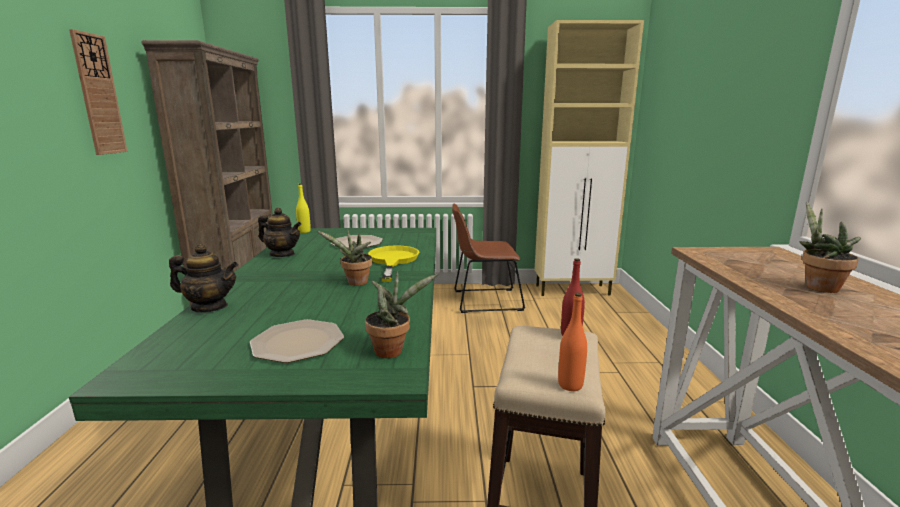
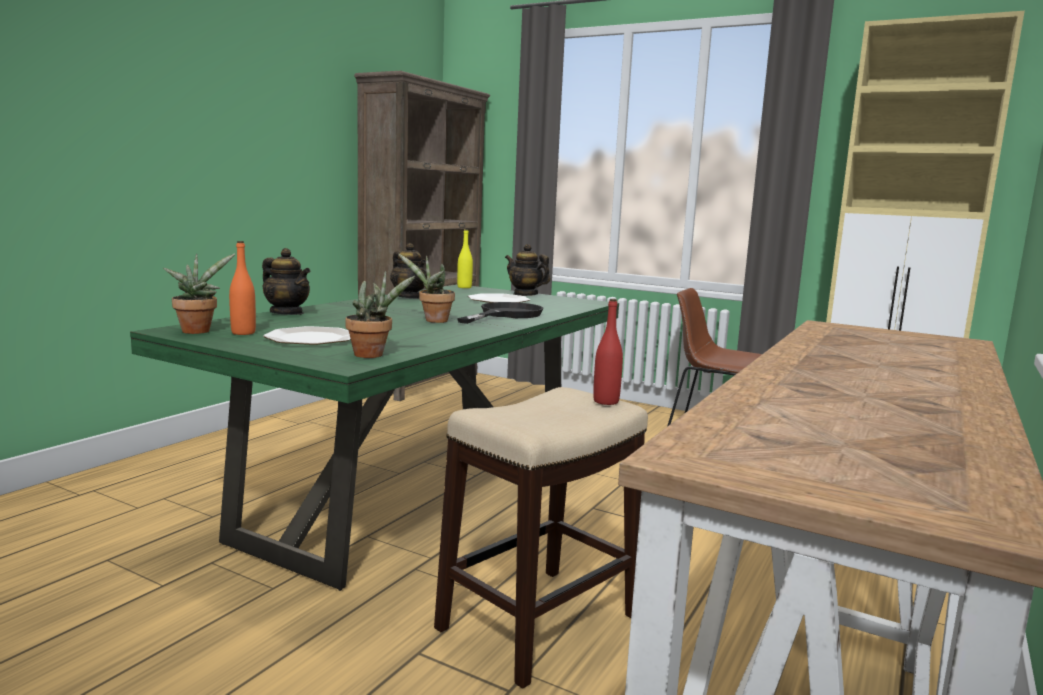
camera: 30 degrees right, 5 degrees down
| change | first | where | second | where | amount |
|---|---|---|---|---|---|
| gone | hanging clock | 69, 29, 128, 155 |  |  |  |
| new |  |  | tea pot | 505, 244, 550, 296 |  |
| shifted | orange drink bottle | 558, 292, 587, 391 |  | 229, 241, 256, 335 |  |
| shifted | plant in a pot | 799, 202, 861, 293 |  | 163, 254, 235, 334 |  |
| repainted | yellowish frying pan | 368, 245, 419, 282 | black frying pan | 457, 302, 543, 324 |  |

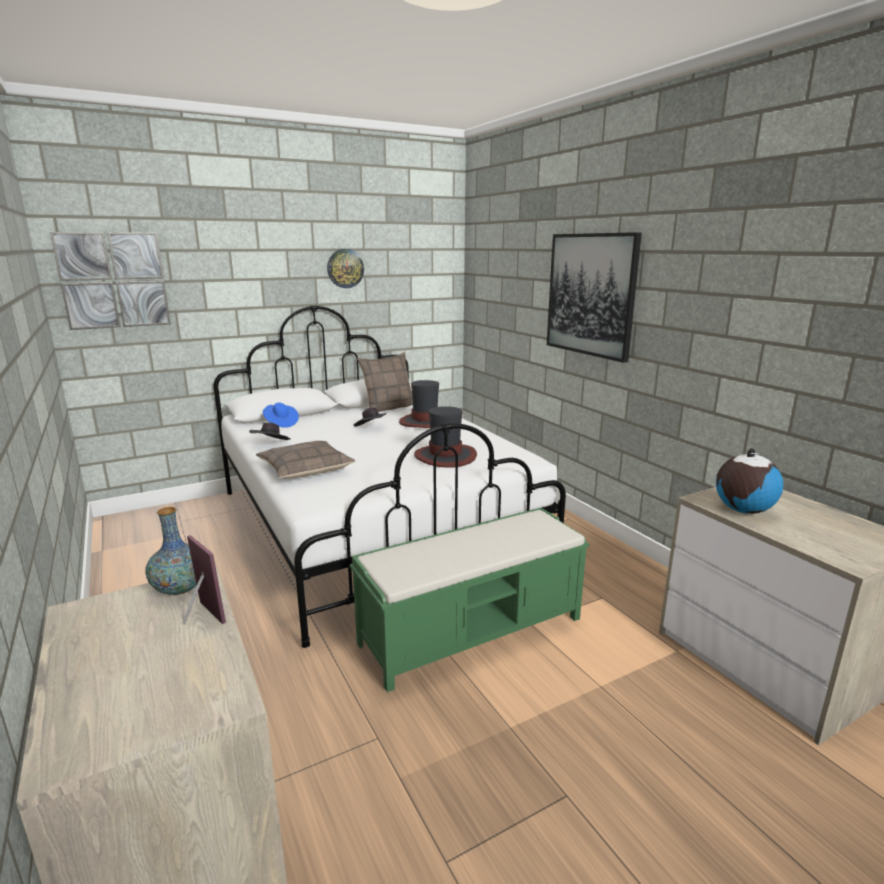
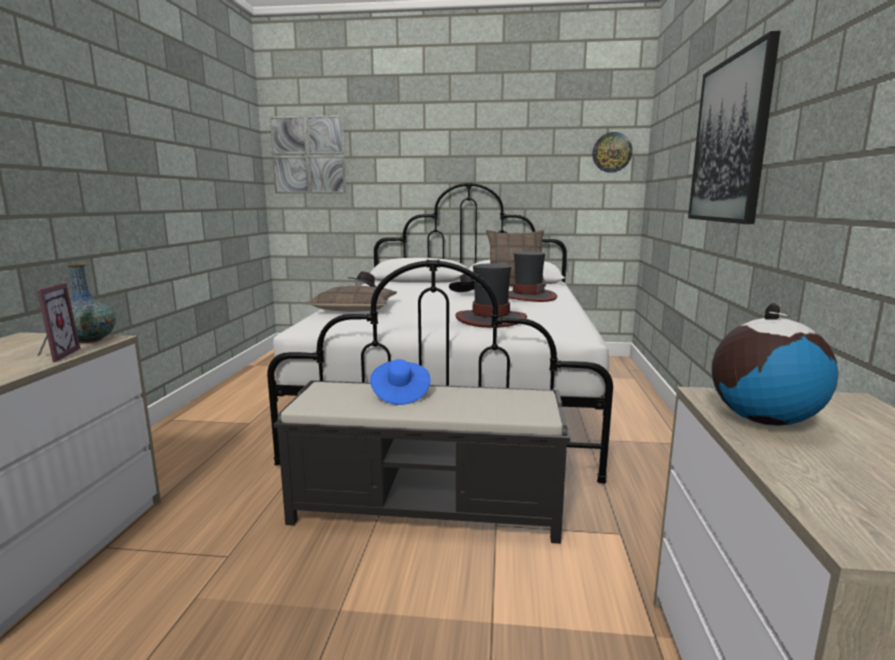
camera: 35 degrees right, 5 degrees down
| change | first | where | second | where | amount |
|---|---|---|---|---|---|
| shifted | blue clothing hat | 263, 403, 299, 428 |  | 370, 359, 430, 405 |  |
| shifted | hanging clock | 327, 249, 364, 288 |  | 592, 132, 632, 173 |  |
| repainted | green-coloured long seat | 350, 508, 590, 692 | black long seat | 273, 380, 570, 544 |  |

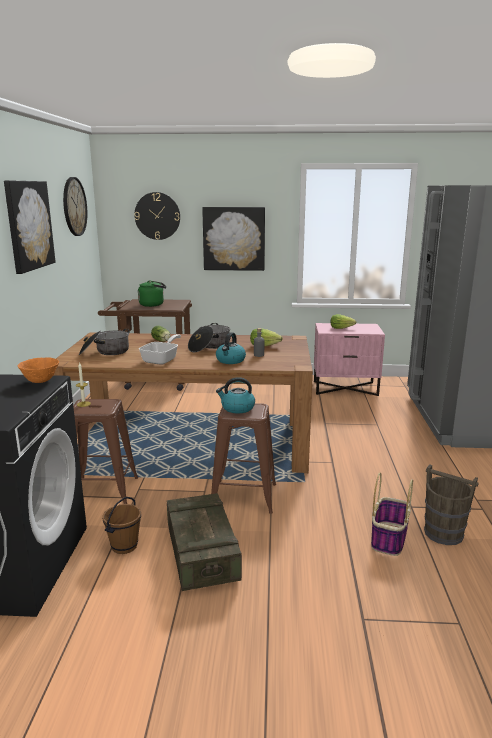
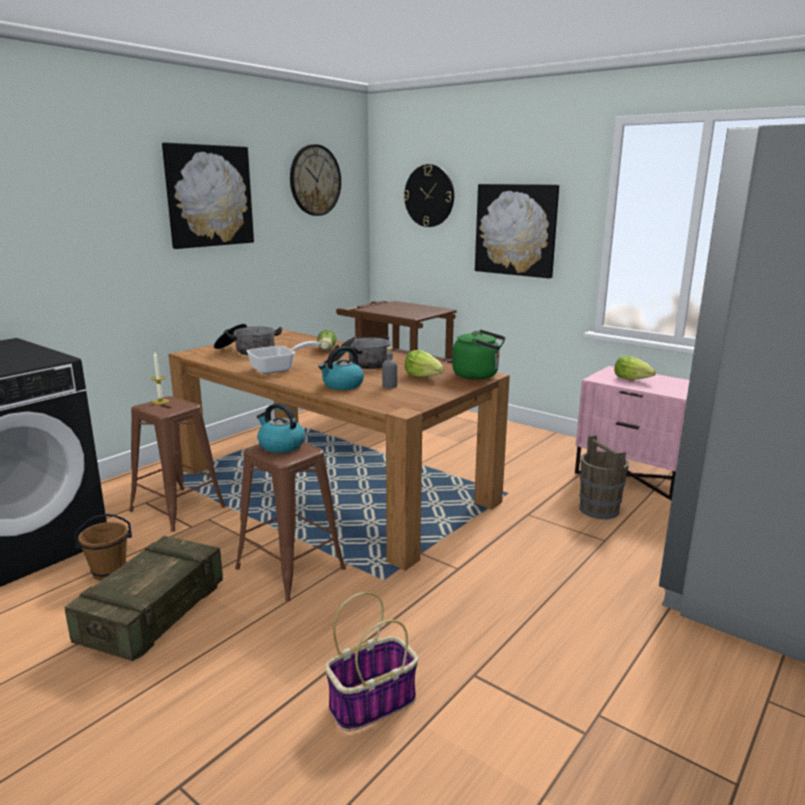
camera: 35 degrees right, 0 degrees up
| change | first | where | second | where | amount |
|---|---|---|---|---|---|
| gone | orange deep dish | 17, 358, 59, 383 |  |  |  |
| shifted | green-coloured water kettle | 138, 280, 166, 307 |  | 452, 330, 505, 379 |  |
| shifted | brown pail | 424, 464, 479, 545 |  | 579, 435, 629, 519 |  |

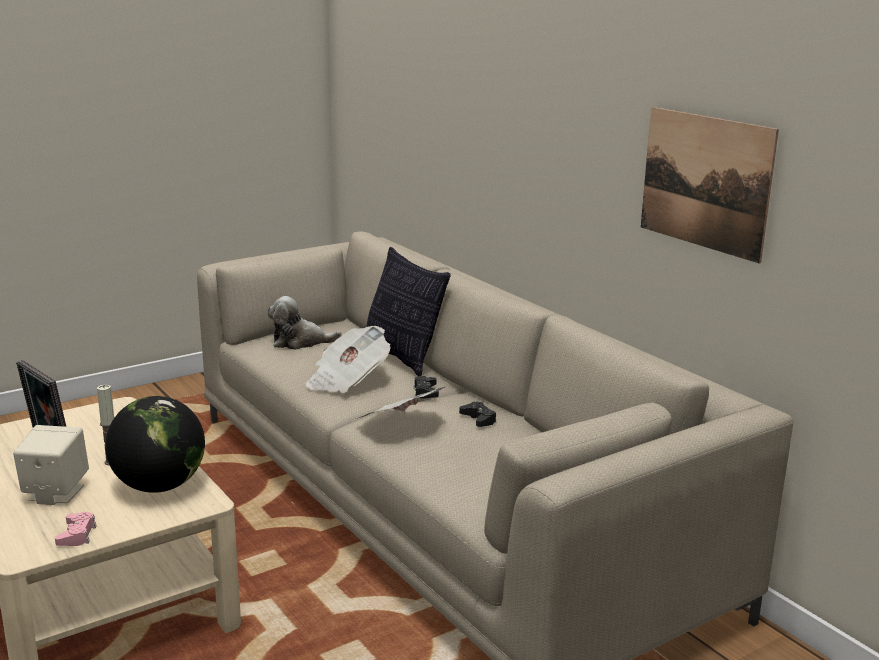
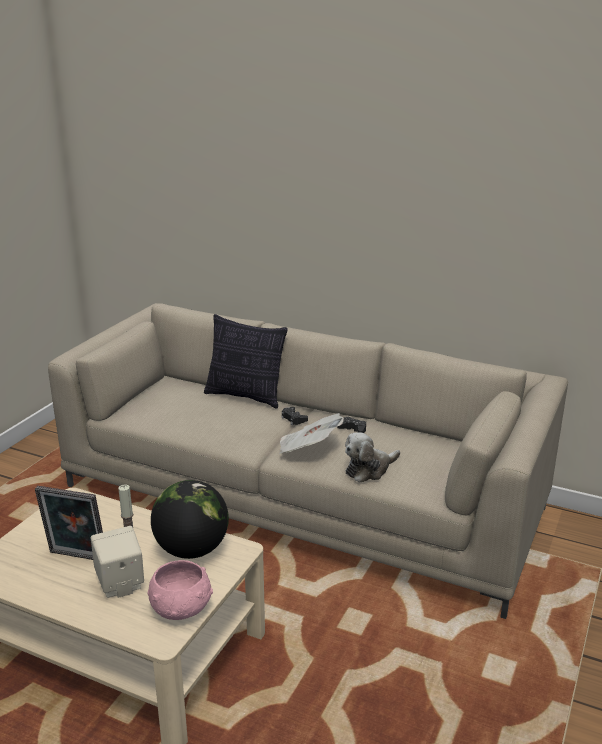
camera: 30 degrees left, 5 degrees up
| change | first | where | second | where | amount |
|---|---|---|---|---|---|
| gone | daily paper | 305, 326, 390, 393 |  |  |  |
| gone | wall art | 641, 107, 779, 264 |  |  |  |
| shifted | plush toy | 268, 296, 342, 350 |  | 345, 432, 400, 483 |  |
| swapped | pink joypad | 55, 512, 96, 546 | pink deep dish | 148, 560, 213, 620 |  |

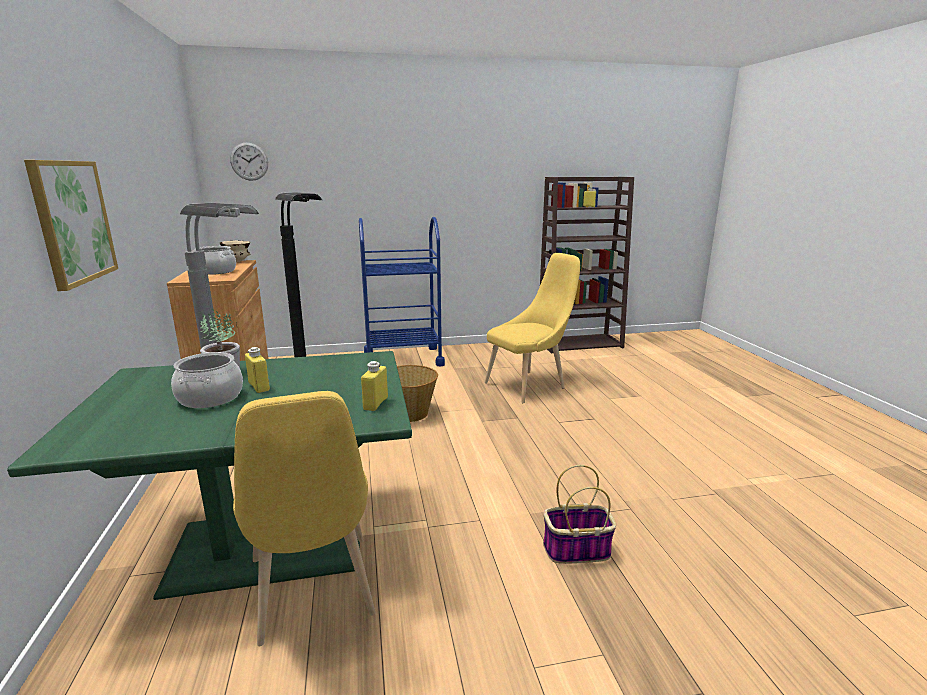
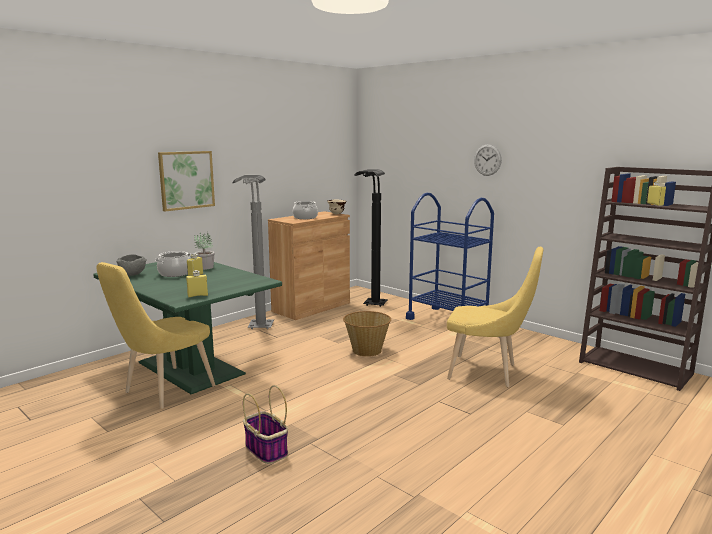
camera: 55 degrees right, 5 degrees down
| change | first | where | second | where | amount |
|---|---|---|---|---|---|
| new |  |  | grey deep dish | 116, 254, 147, 276 |  |
| shifted | hanging clock | 230, 142, 268, 181 |  | 474, 144, 502, 176 |  |

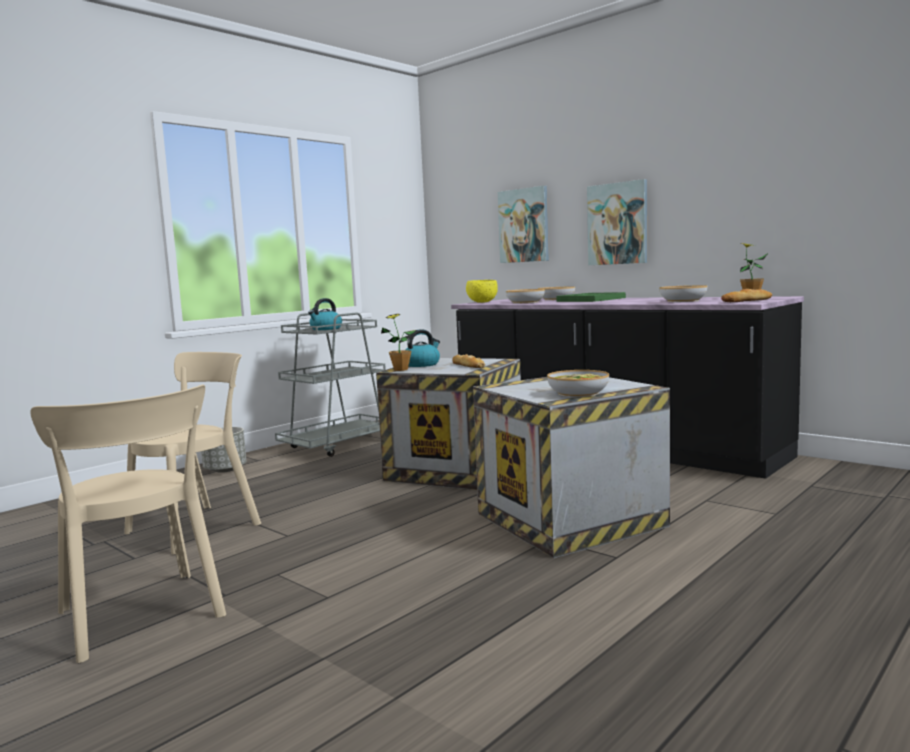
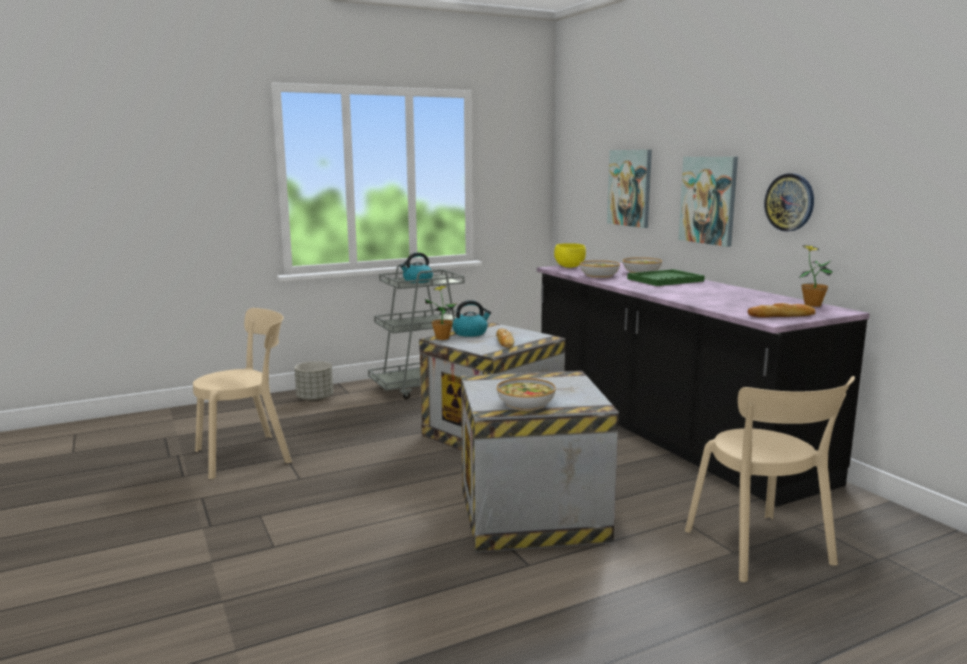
camera: 20 degrees right, 5 degrees up
| change | first | where | second | where | amount |
|---|---|---|---|---|---|
| gone | deep dish | 660, 285, 707, 302 |  |  |  |
| new |  |  | hanging clock | 764, 173, 814, 232 |  |
| shifted | beige plain chair | 30, 385, 226, 663 |  | 685, 376, 855, 582 |  |

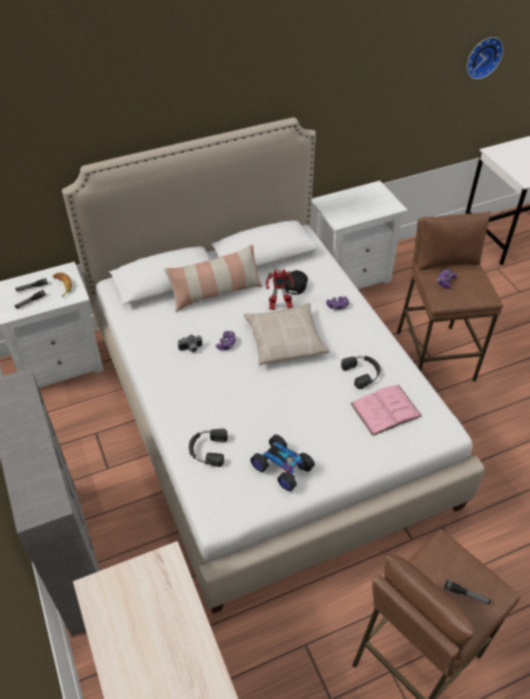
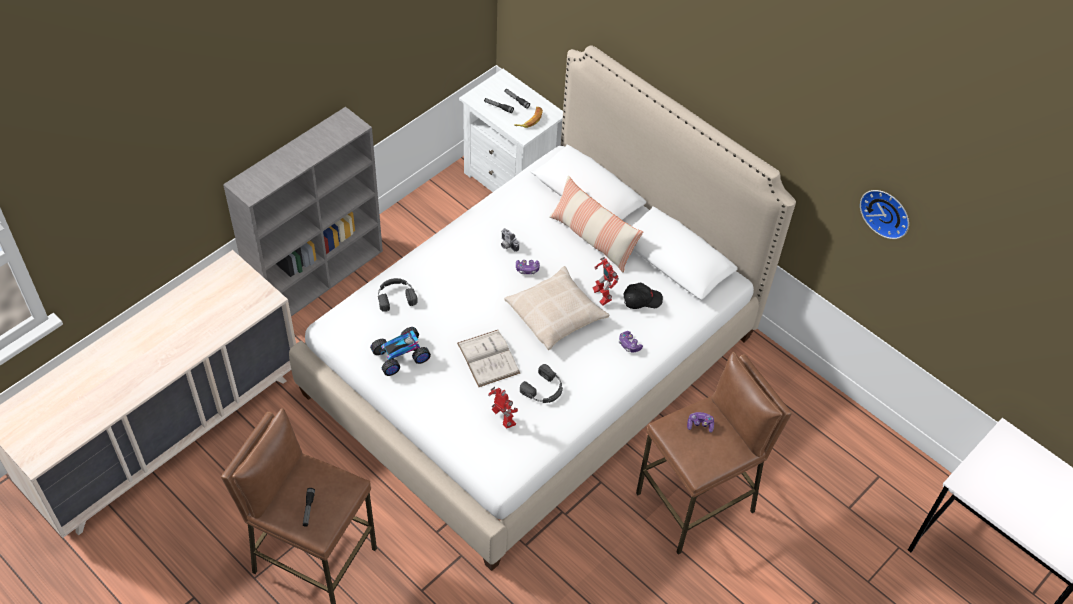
camera: 65 degrees right, 5 degrees up
| change | first | where | second | where | amount |
|---|---|---|---|---|---|
| gone | white-coloured nightstand | 312, 181, 407, 289 |  |  |  |
| new |  |  | white-coloured book | 457, 330, 520, 387 |  |
| shifted | hanging clock | 467, 37, 503, 79 |  | 860, 190, 909, 239 |  |
| swapped | pink book | 351, 385, 422, 436 | robot figure | 488, 387, 518, 429 |  |
| rotated | model car | 250, 435, 315, 491 |  | 370, 327, 431, 376 | 135 degrees counterclockwise |

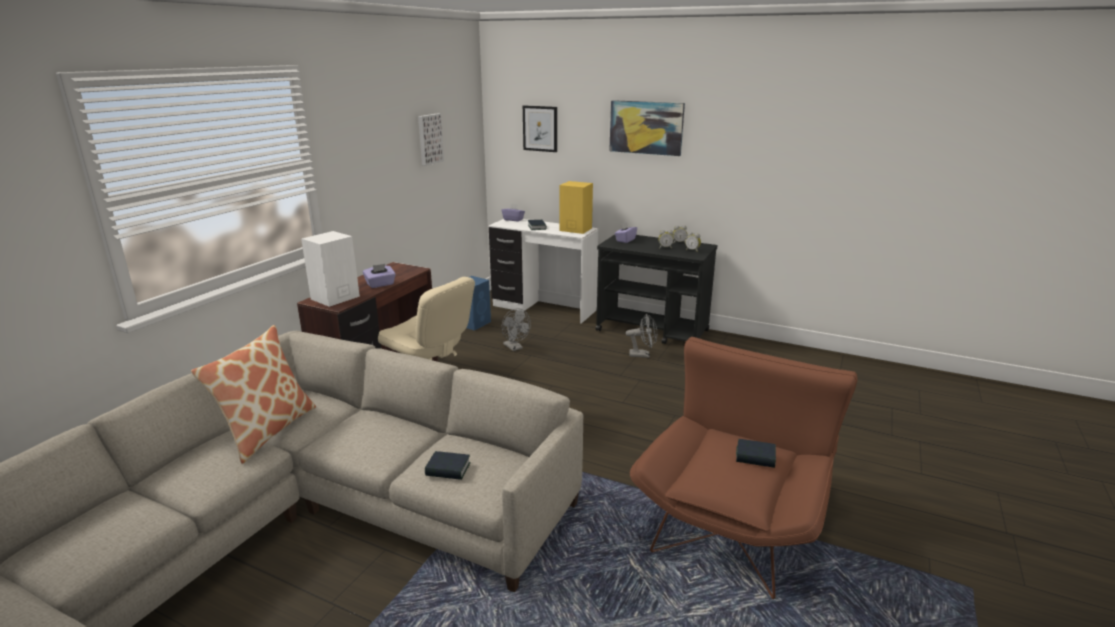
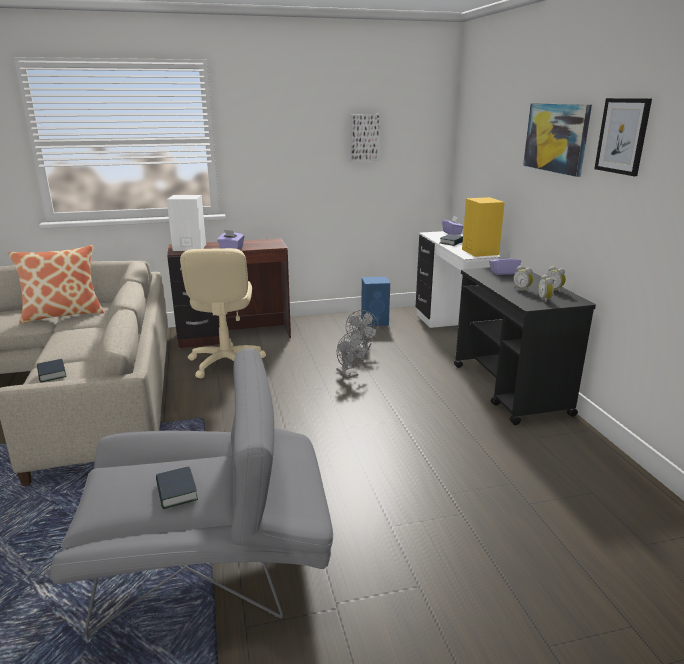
camera: 50 degrees right, 0 degrees up
| change | first | where | second | where | amount |
|---|---|---|---|---|---|
| shifted | wall art | 523, 105, 557, 152 |  | 594, 98, 652, 176 |  |
| shifted | grey electric fan | 626, 314, 657, 358 |  | 337, 331, 368, 379 |  |
| repainted | brown easy chair | 630, 337, 857, 599 | grey easy chair | 50, 348, 333, 636 |  |

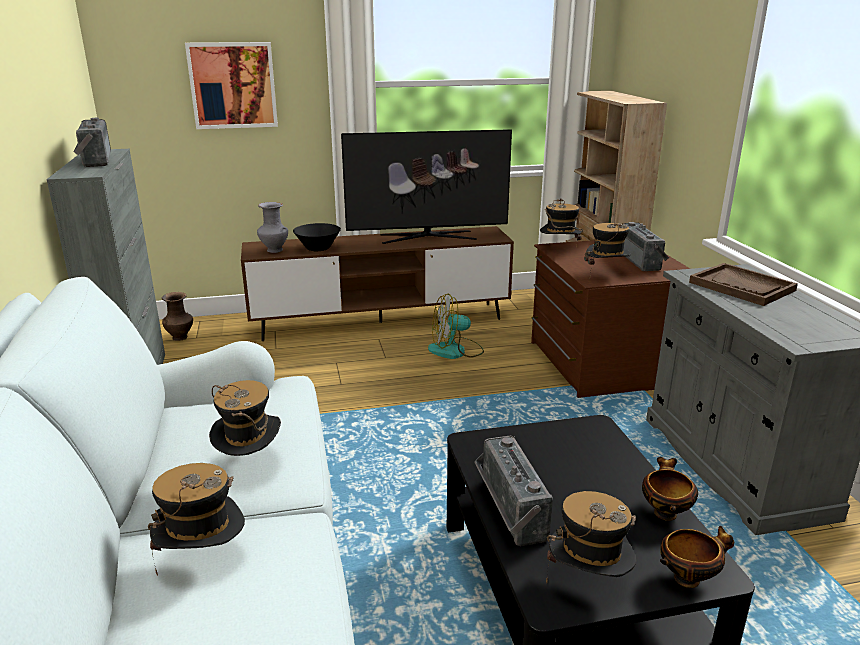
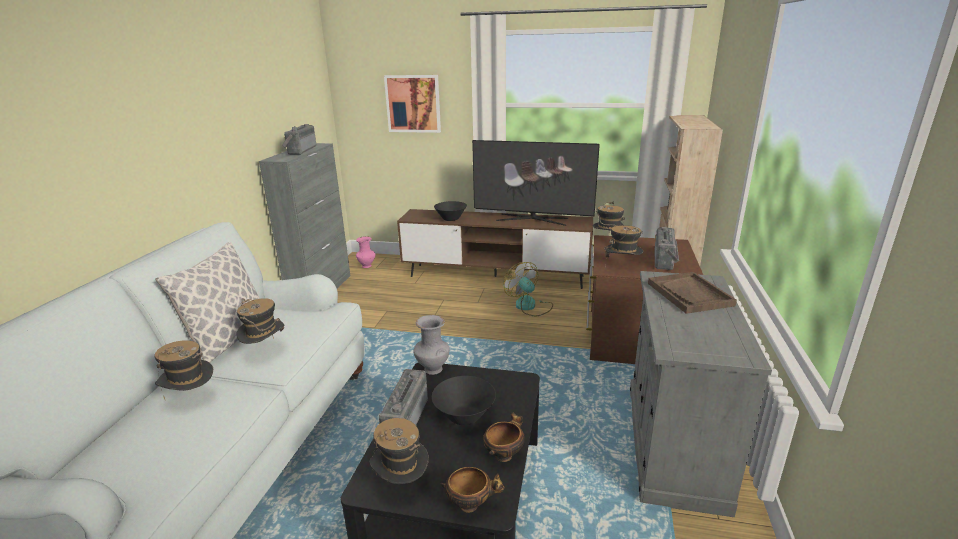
camera: 25 degrees right, 0 degrees up
| change | first | where | second | where | amount |
|---|---|---|---|---|---|
| new |  |  | pillow | 155, 242, 260, 363 |  |
| new |  |  | black deep dish | 432, 376, 496, 425 |  |
| shifted | grey vase | 257, 202, 288, 253 |  | 413, 315, 450, 375 |  |
| repainted | brown vase | 162, 292, 193, 341 | pink vase | 356, 236, 375, 268 |  |
| rotated | electric fan | 428, 293, 484, 359 |  | 503, 262, 553, 316 | 45 degrees clockwise |

